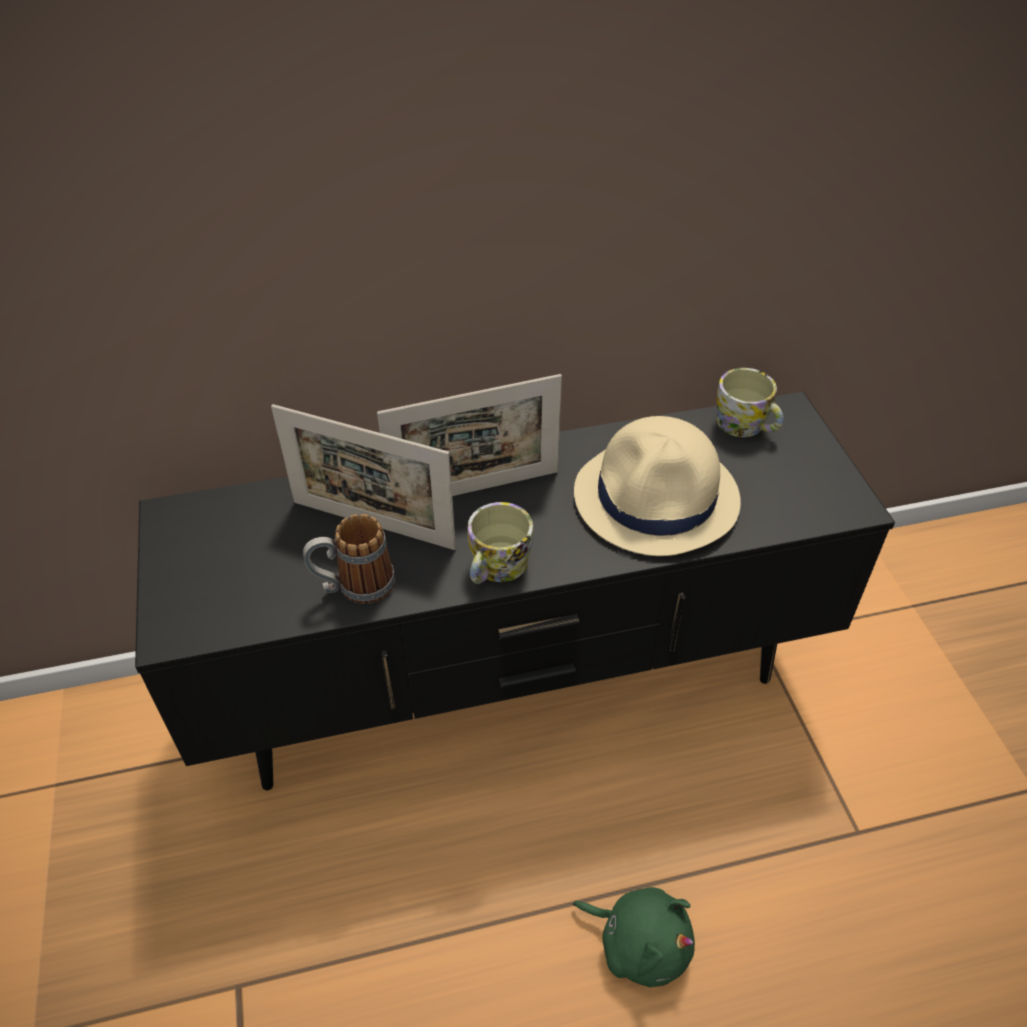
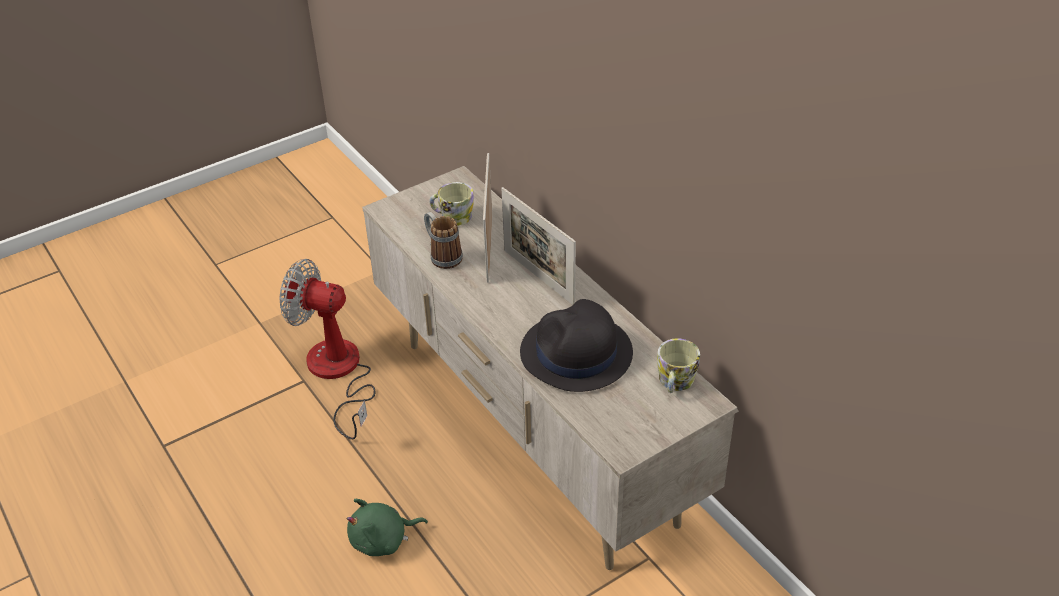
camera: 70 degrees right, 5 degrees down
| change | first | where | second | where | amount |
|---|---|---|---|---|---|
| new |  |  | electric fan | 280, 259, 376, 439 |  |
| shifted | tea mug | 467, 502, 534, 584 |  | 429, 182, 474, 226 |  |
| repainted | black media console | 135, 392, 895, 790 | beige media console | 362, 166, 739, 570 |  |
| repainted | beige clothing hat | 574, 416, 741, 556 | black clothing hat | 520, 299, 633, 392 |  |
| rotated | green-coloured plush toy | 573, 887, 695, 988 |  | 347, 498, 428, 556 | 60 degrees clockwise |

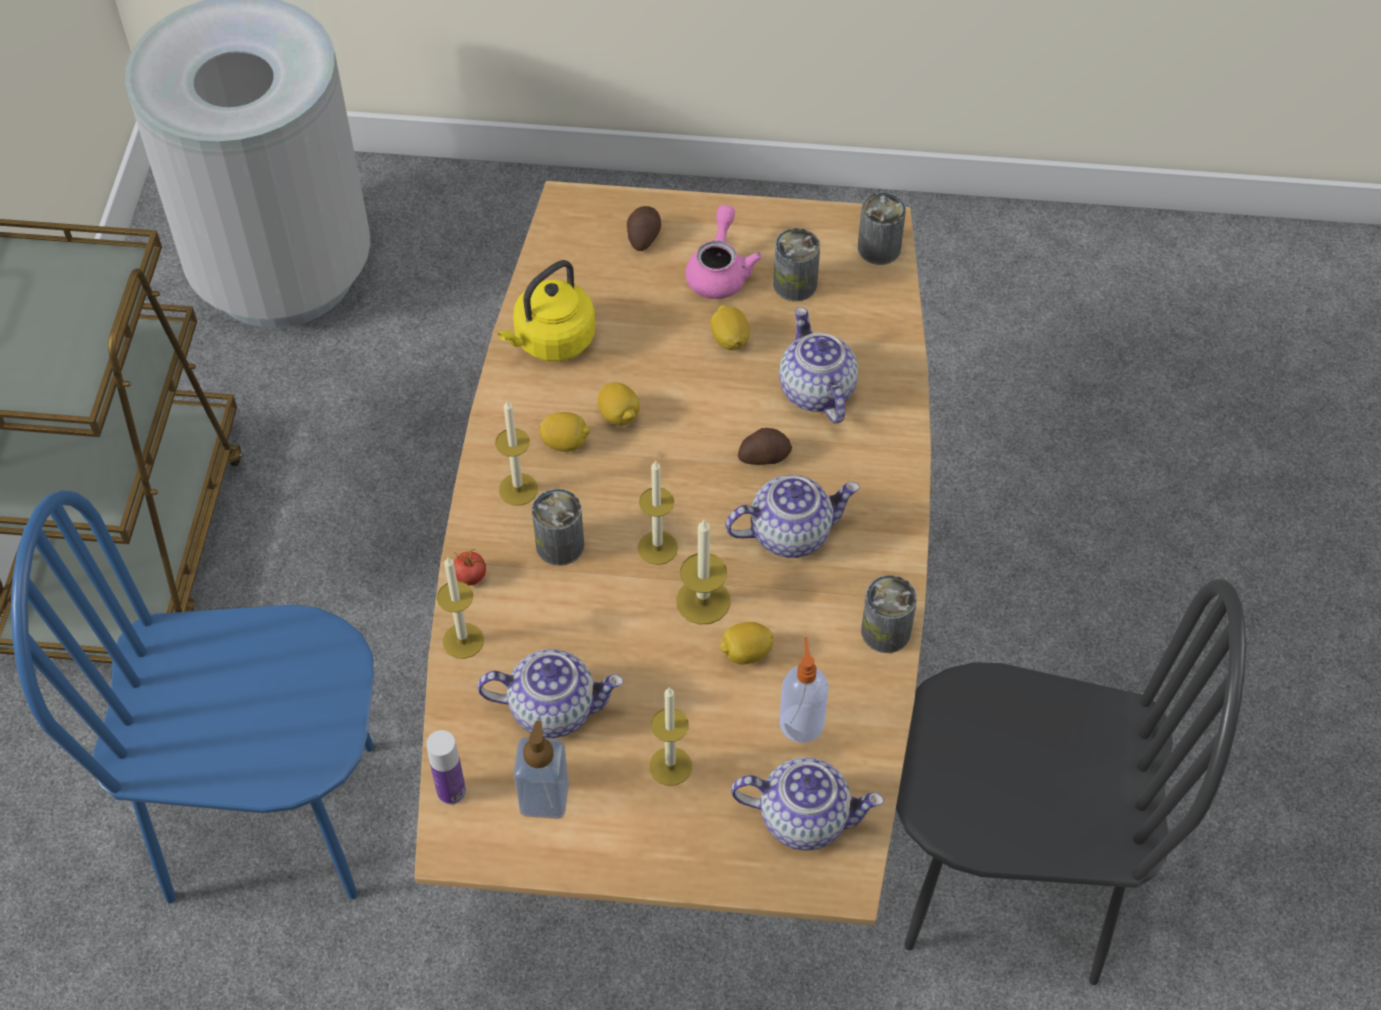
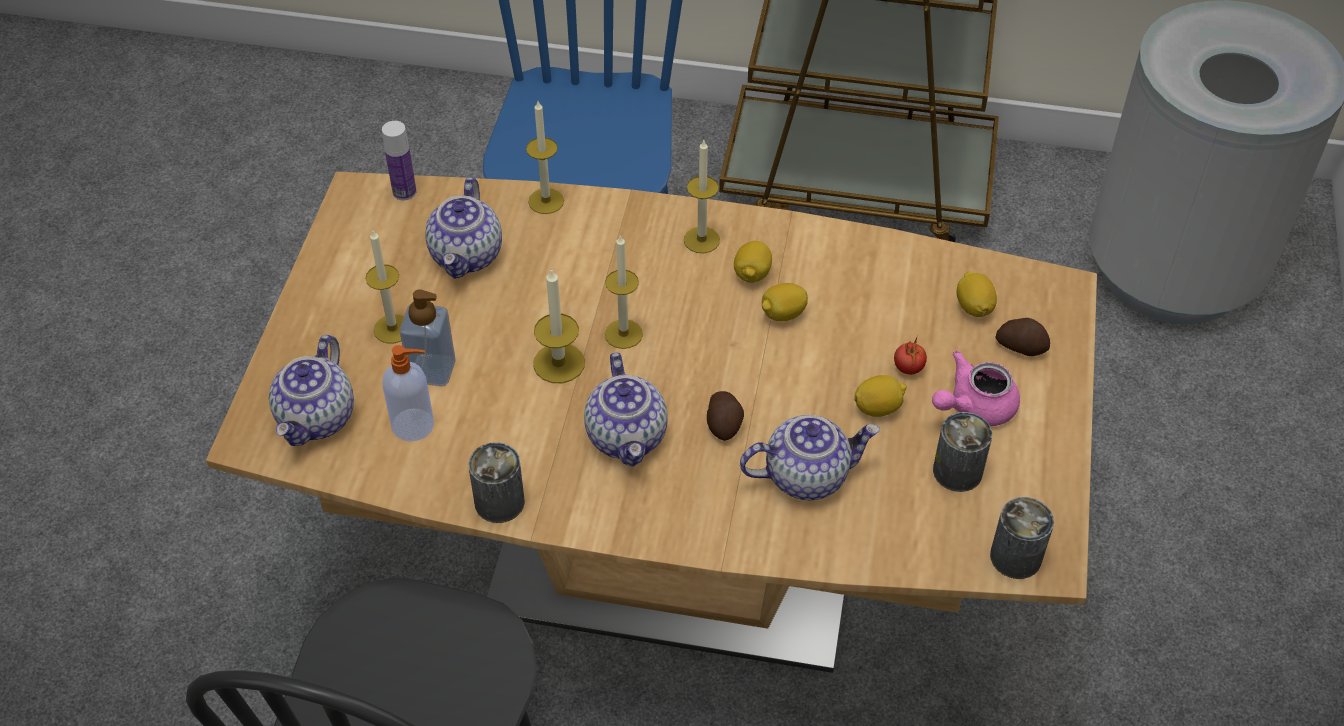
camera: 95 degrees right, 5 degrees down
| change | first | where | second | where | amount |
|---|---|---|---|---|---|
| gone | yellowish water kettle | 498, 260, 595, 361 |  |  |  |
| gone | can | 532, 489, 584, 566 |  |  |  |
| shifted | fresh tomato | 454, 549, 486, 586 |  | 894, 337, 927, 375 |  |
| shifted | soap dispenser | 514, 721, 569, 819 |  | 399, 289, 456, 386 |  |
| shifted | citrus fruit | 720, 622, 774, 664 |  | 956, 272, 997, 317 |  |
| rotated | pink tea pot | 685, 205, 762, 299 |  | 932, 351, 1020, 426 | 135 degrees clockwise |

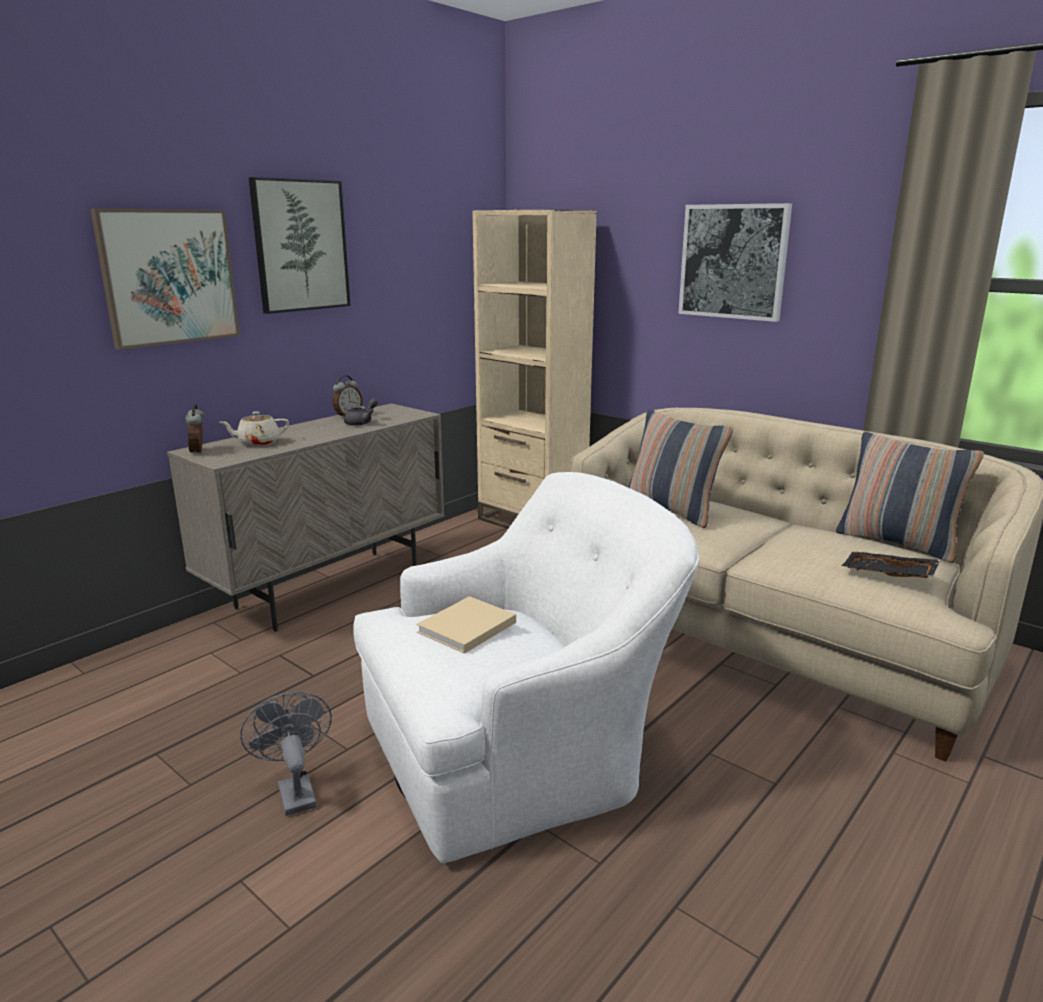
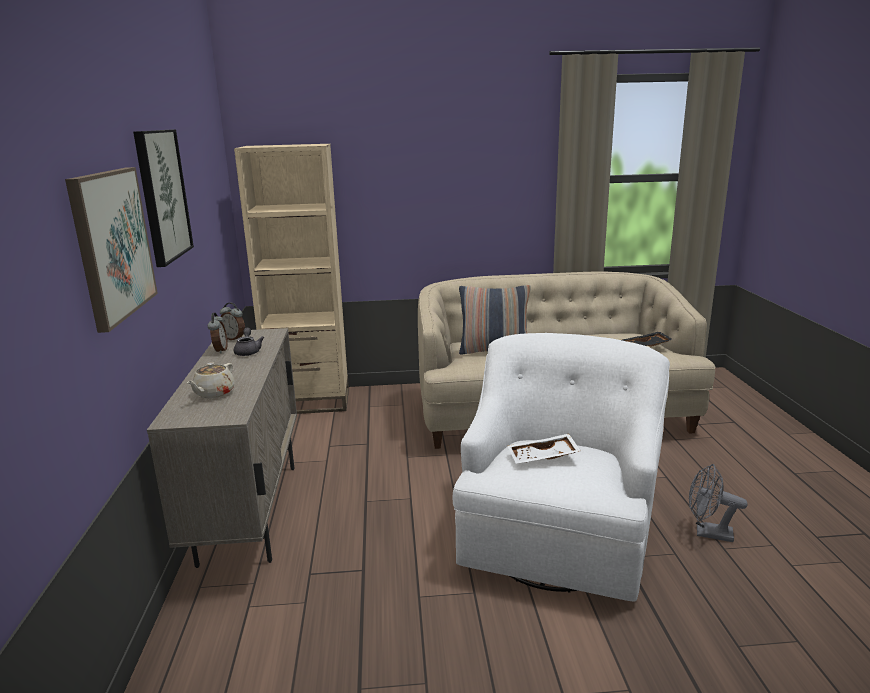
camera: 45 degrees left, 0 degrees up
| change | first | where | second | where | amount |
|---|---|---|---|---|---|
| gone | wall art | 678, 203, 792, 322 |  |  |  |
| gone | pillow | 836, 432, 984, 563 |  |  |  |
| shifted | table clock | 185, 404, 204, 455 |  | 220, 302, 245, 340 |  |
| shifted | grey electric fan | 240, 692, 332, 816 |  | 689, 464, 748, 542 |  |
| swapped | beige book | 416, 596, 516, 654 | white-coloured carrying tray | 507, 434, 581, 464 |  |

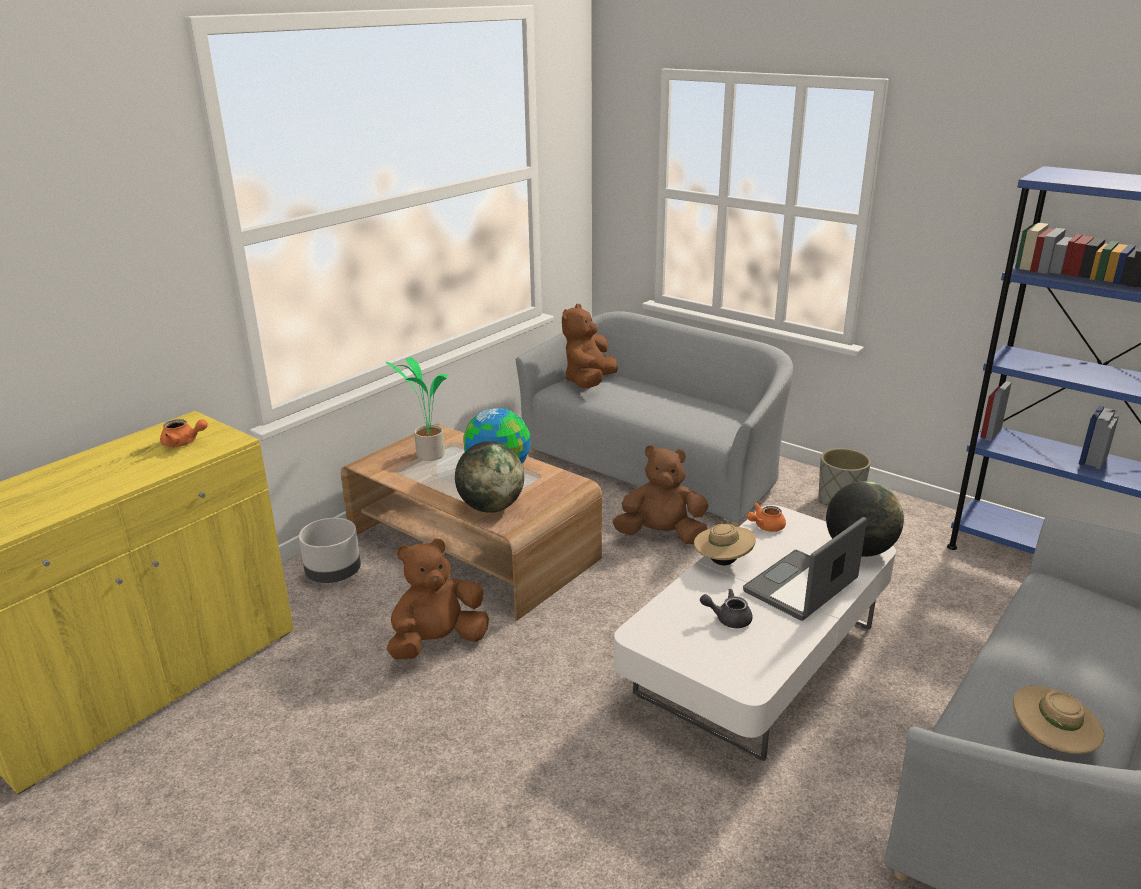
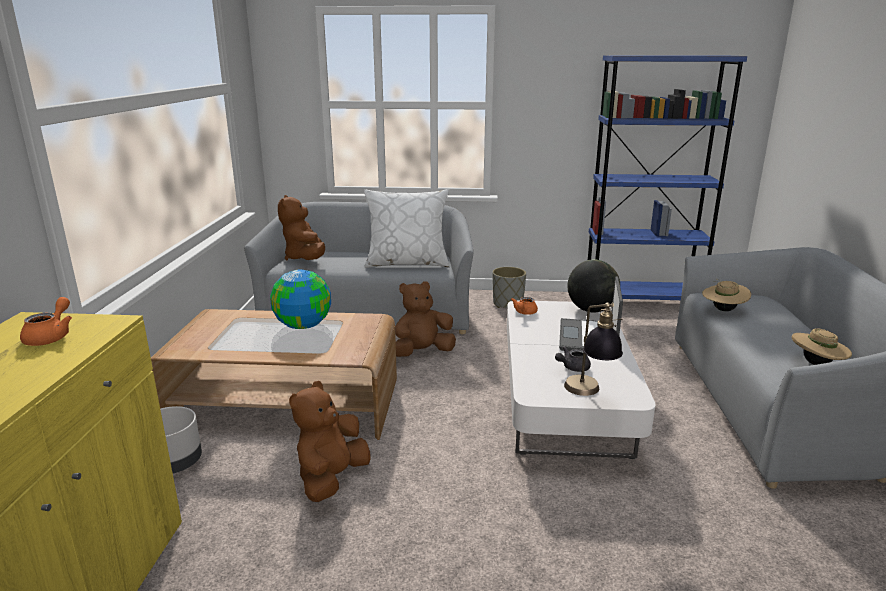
camera: 35 degrees left, 5 degrees down
| change | first | where | second | where | amount |
|---|---|---|---|---|---|
| gone | plant in a pot | 386, 358, 448, 461 |  |  |  |
| gone | globe | 455, 441, 524, 513 |  |  |  |
| new |  |  | white-coloured pillow | 364, 189, 450, 268 |  |
| new |  |  | lamp for a table | 564, 302, 623, 396 |  |
| shifted | beige clothing hat | 694, 518, 756, 565 |  | 702, 278, 751, 311 |  |
| rotated | orange tea pot | 160, 419, 208, 447 |  | 20, 297, 72, 346 | 60 degrees counterclockwise |

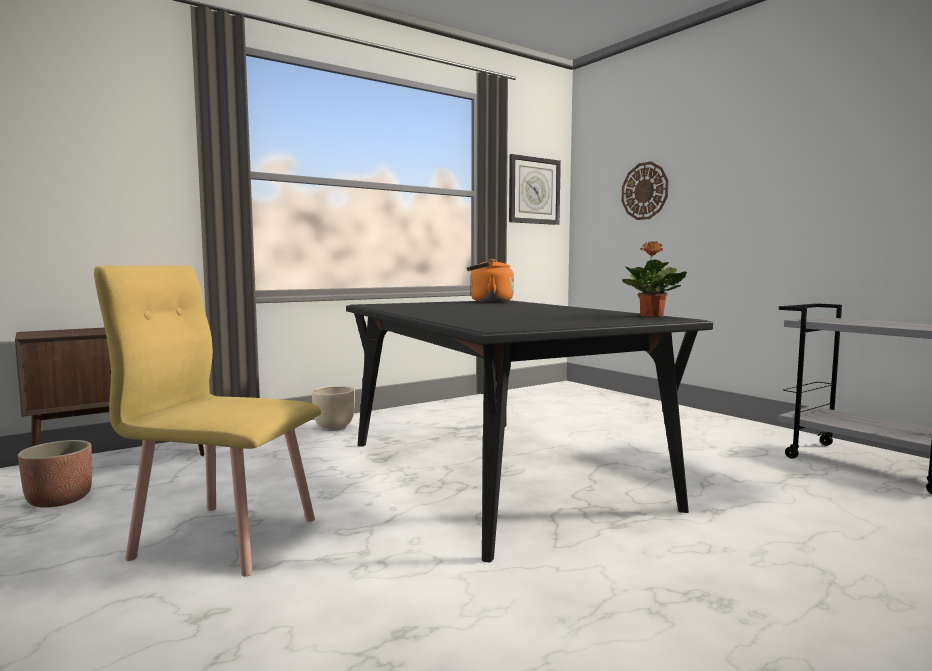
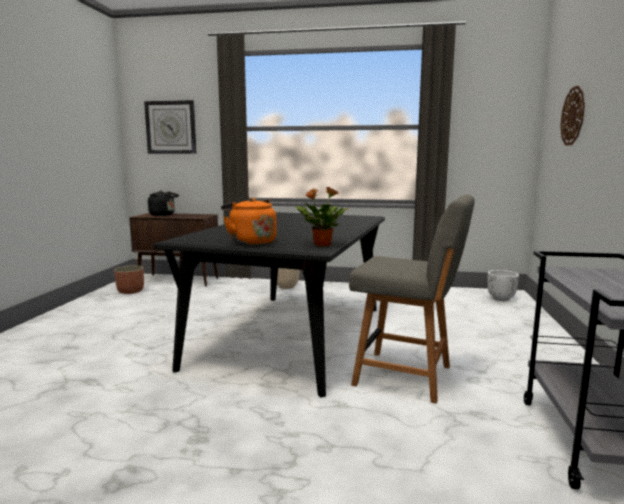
camera: 45 degrees right, 5 degrees up
| change | first | where | second | where | amount |
|---|---|---|---|---|---|
| gone | yellowish plain chair | 94, 266, 321, 576 |  |  |  |
| new |  |  | black water kettle | 148, 190, 179, 216 |  |
| new |  |  | grey plain chair | 349, 195, 475, 403 |  |
| new |  |  | white-coloured plant pot | 488, 270, 519, 301 |  |
| shifted | orange water kettle | 467, 259, 514, 302 |  | 221, 198, 277, 245 |  |
| shifted | hanging clock | 509, 154, 561, 225 |  | 144, 100, 197, 154 |  |

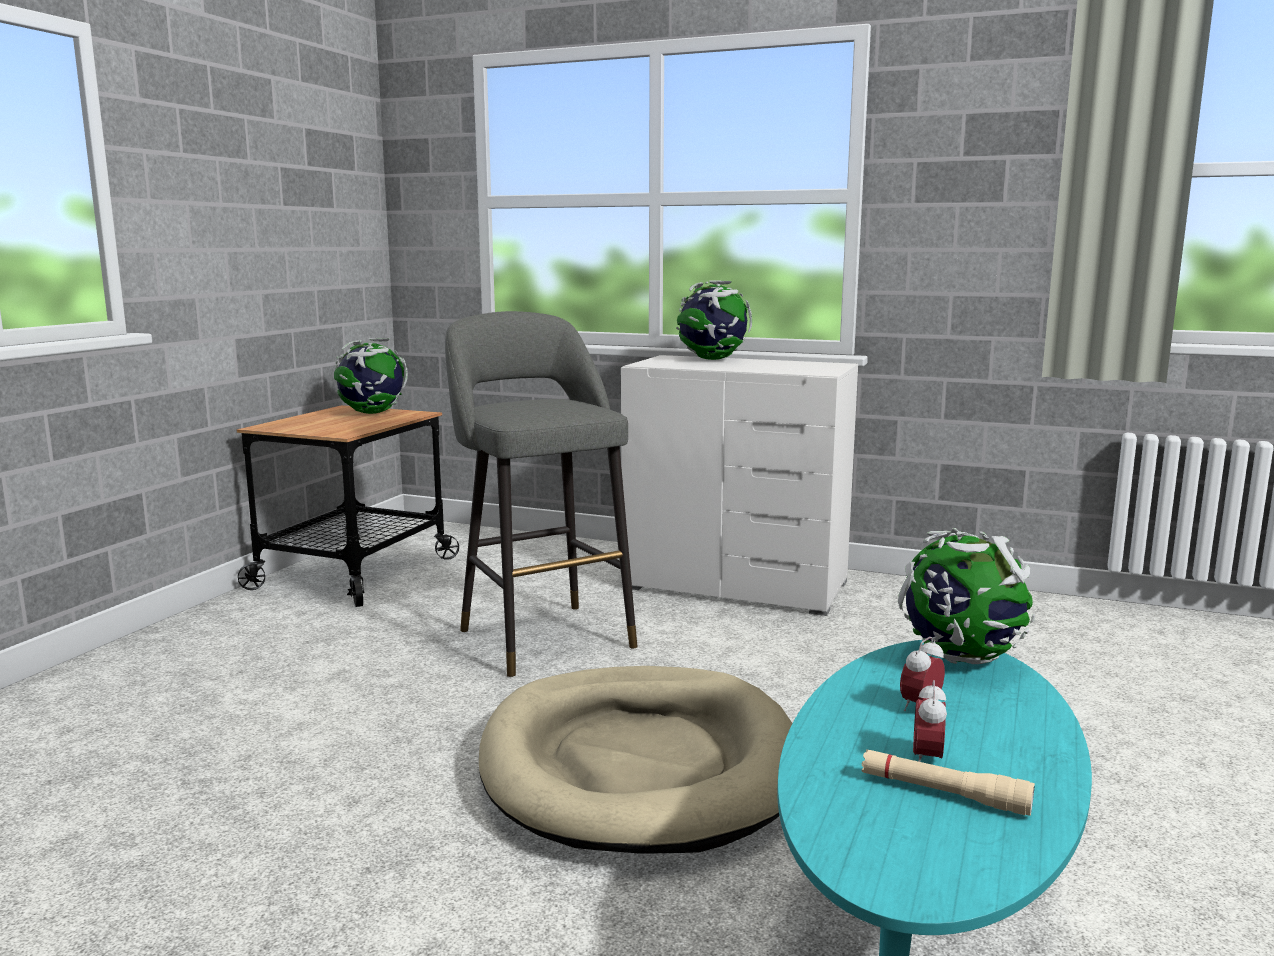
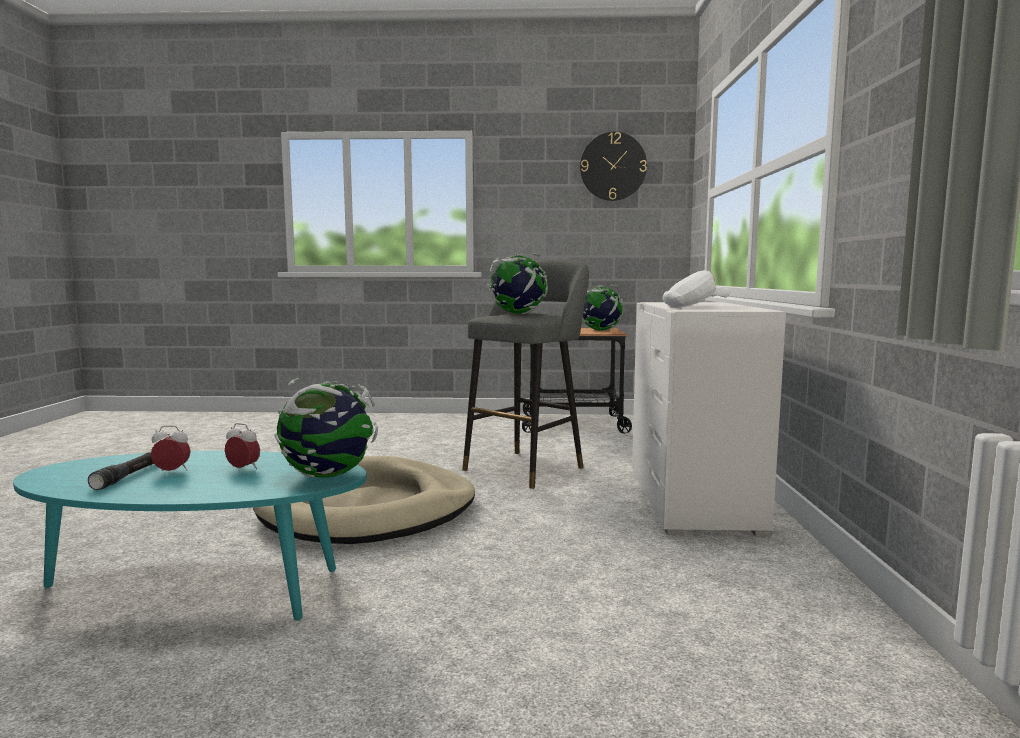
camera: 70 degrees right, 5 degrees down
| change | first | where | second | where | amount |
|---|---|---|---|---|---|
| new |  |  | hanging clock | 580, 132, 647, 201 |  |
| new |  |  | white-coloured baseball cap | 662, 270, 731, 308 |  |
| shifted | globe | 676, 281, 752, 360 |  | 487, 253, 548, 314 |  |
| repainted | beige torch | 861, 749, 1035, 816 | black torch | 88, 452, 154, 490 |  |

